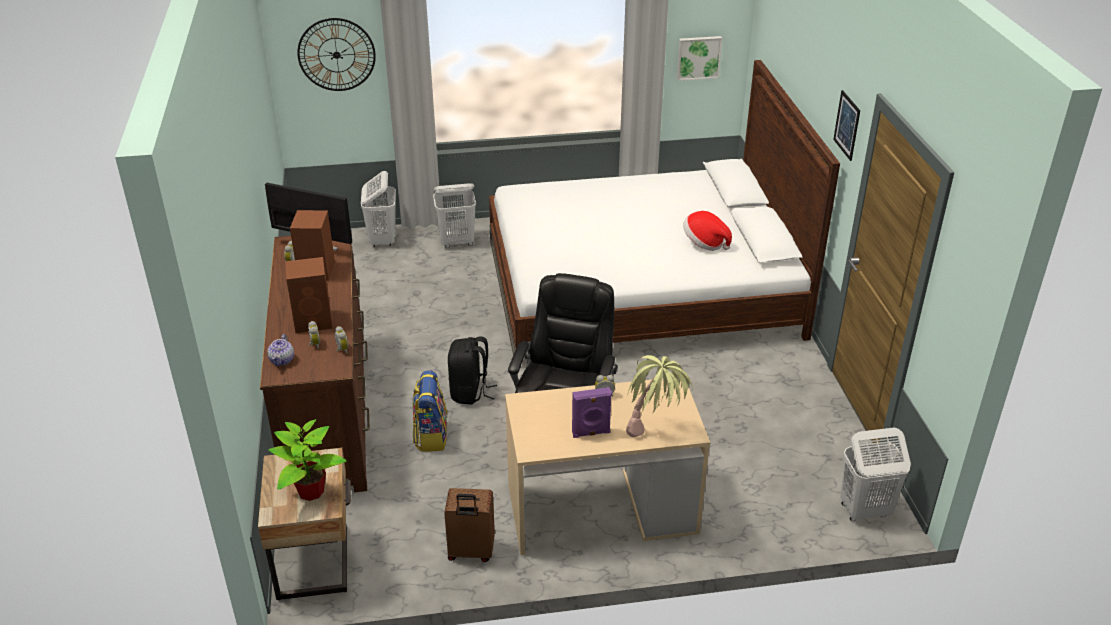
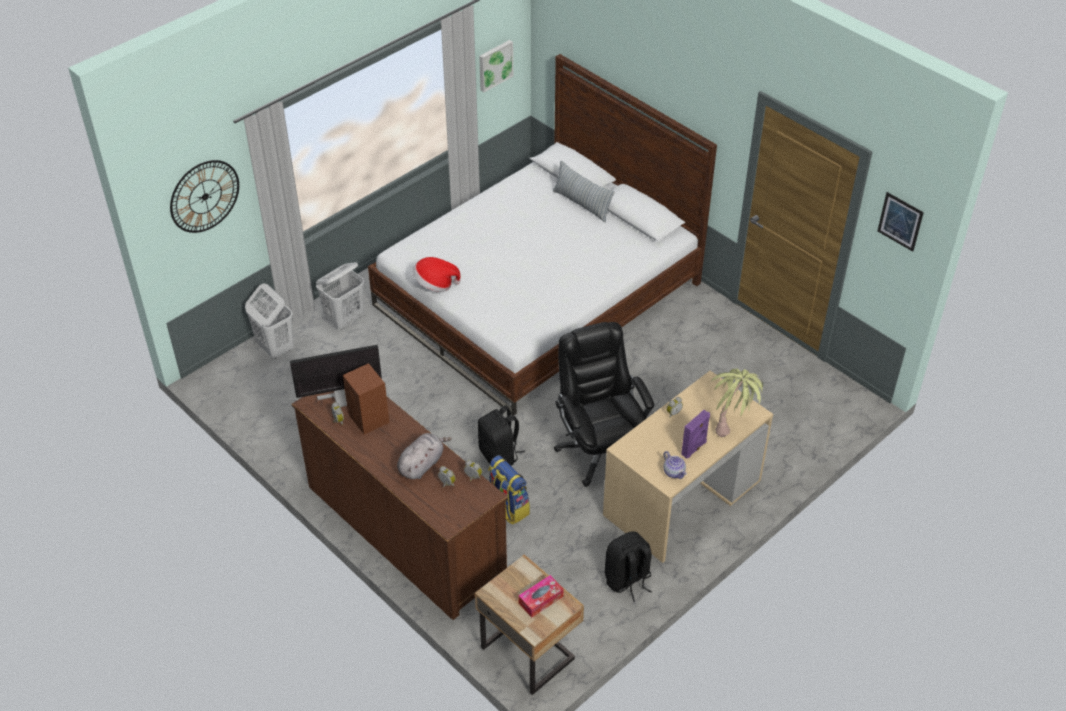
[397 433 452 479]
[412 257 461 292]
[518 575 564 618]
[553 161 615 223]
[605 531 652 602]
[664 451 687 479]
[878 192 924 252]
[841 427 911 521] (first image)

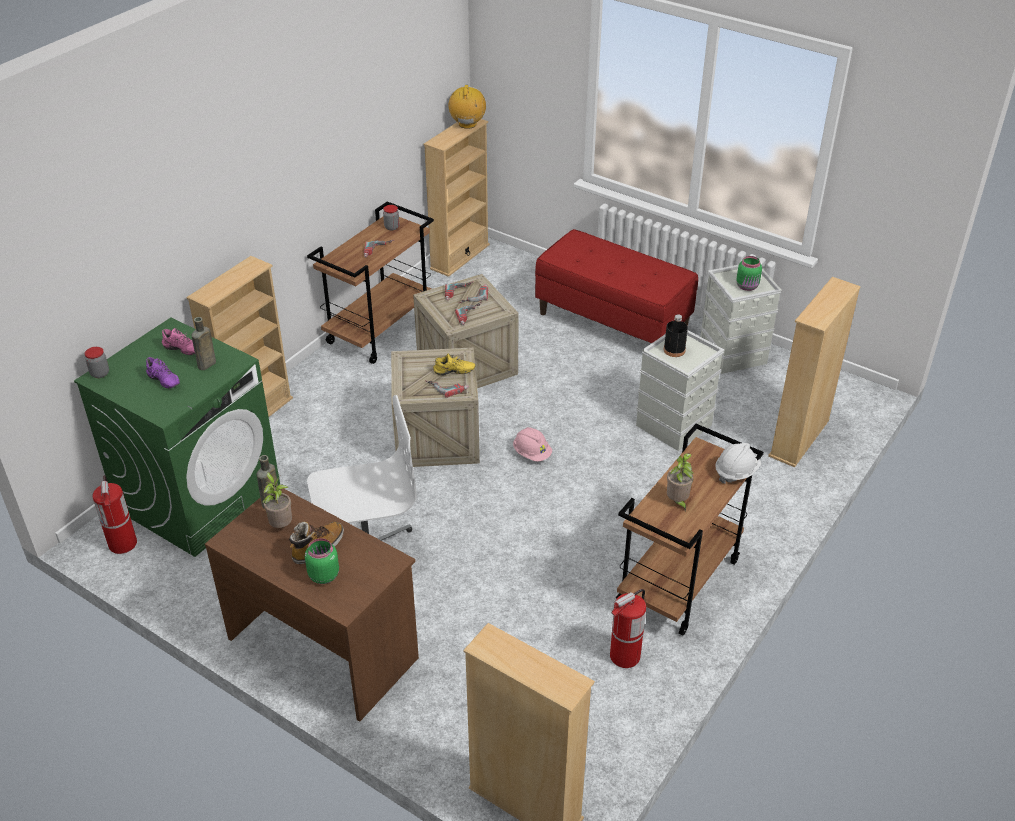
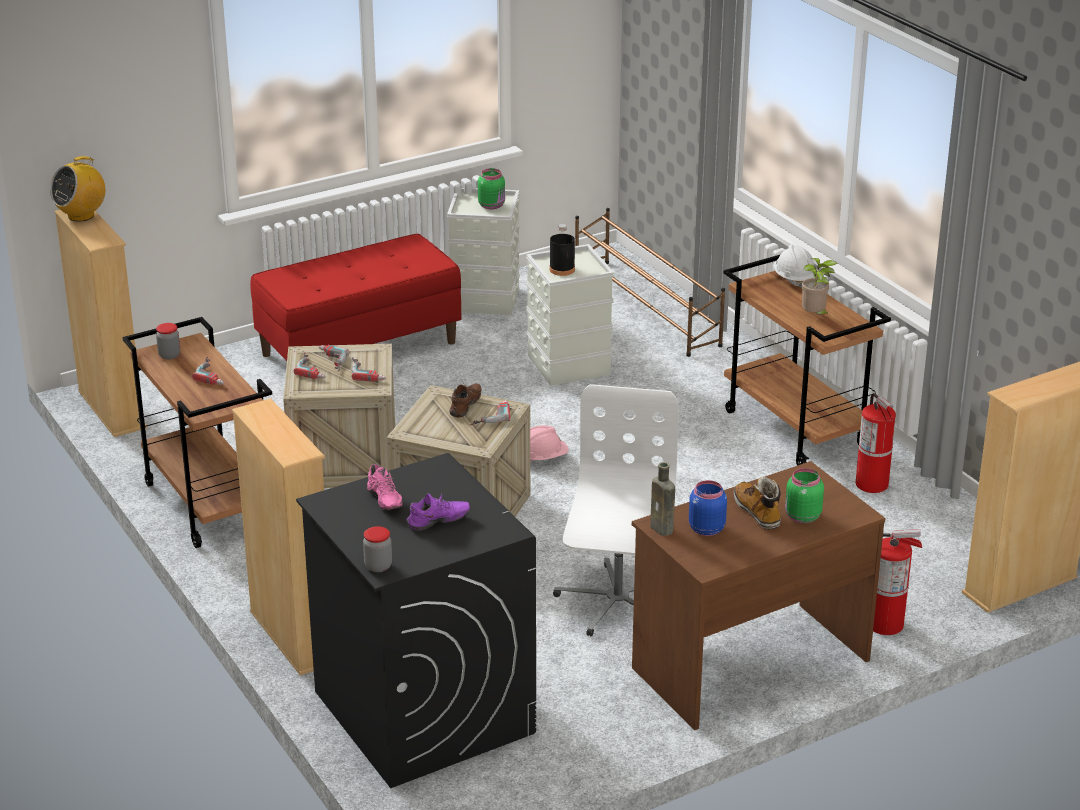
[50 156 105 222]
[296 453 536 788]
[367 464 403 510]
[449 383 482 417]
[575 208 725 357]
[689 480 727 536]
[873 529 922 635]
[192 317 216 370] (first image)

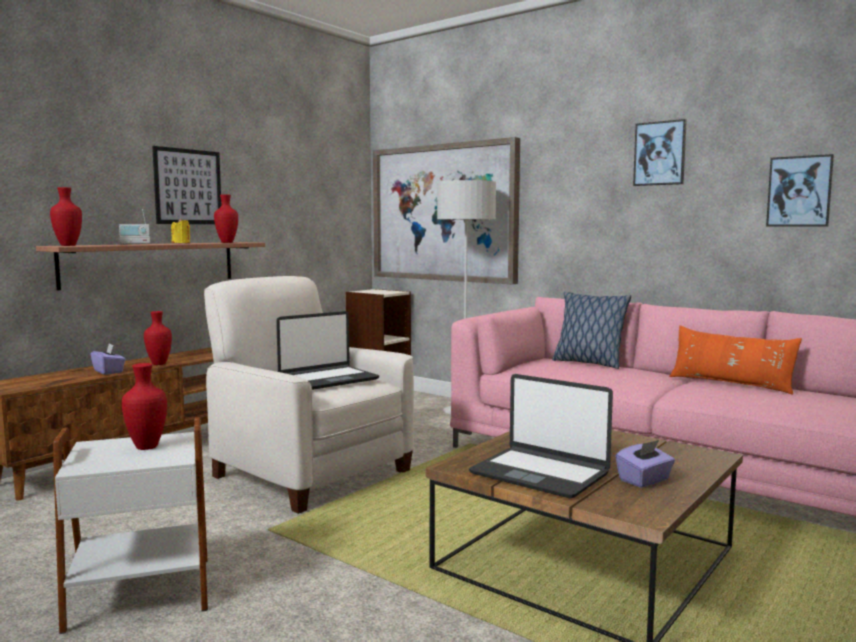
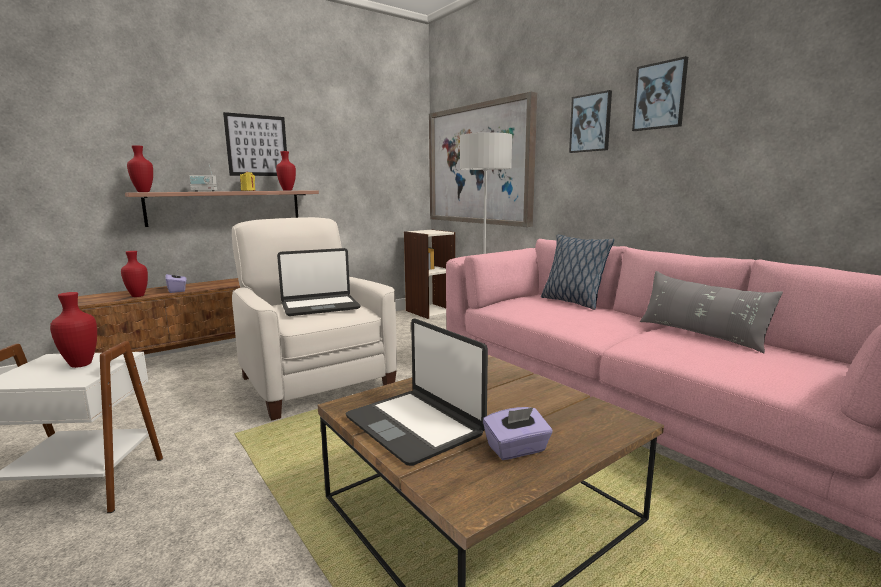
[121 251 148 297]
[569 90 612 153]
[640 271 783 353]

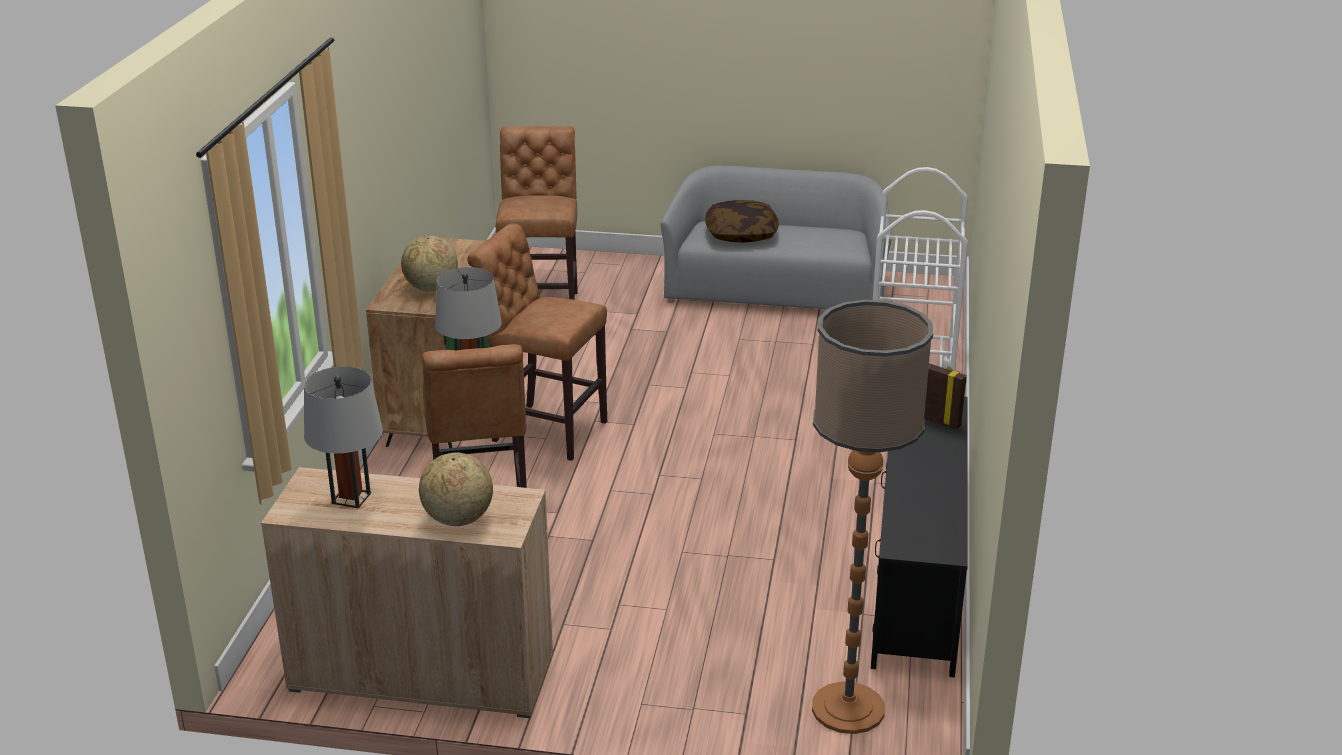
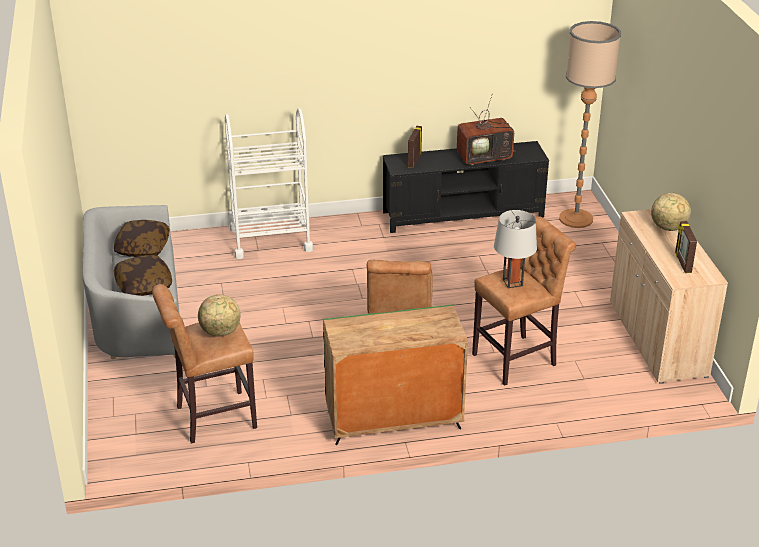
[114 220 170 257]
[198 294 241 337]
[457 94 516 166]
[675 221 697 273]

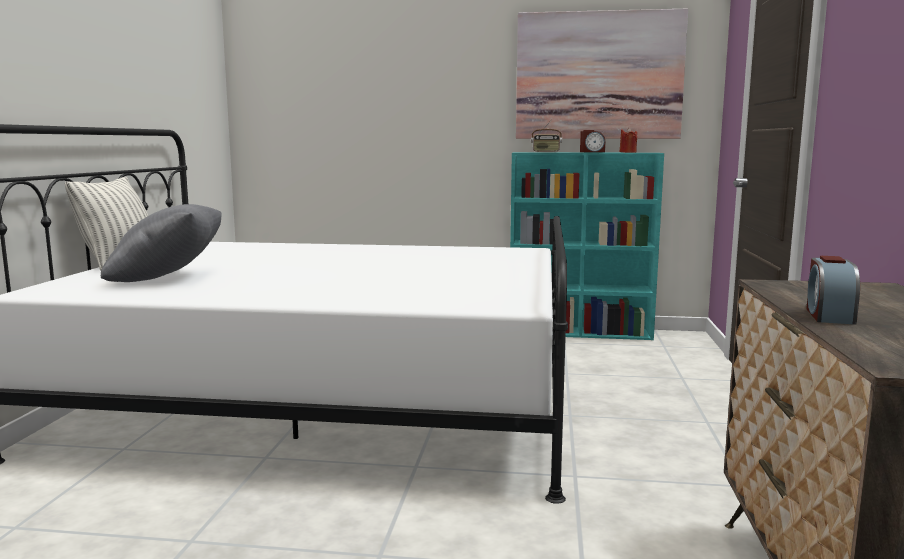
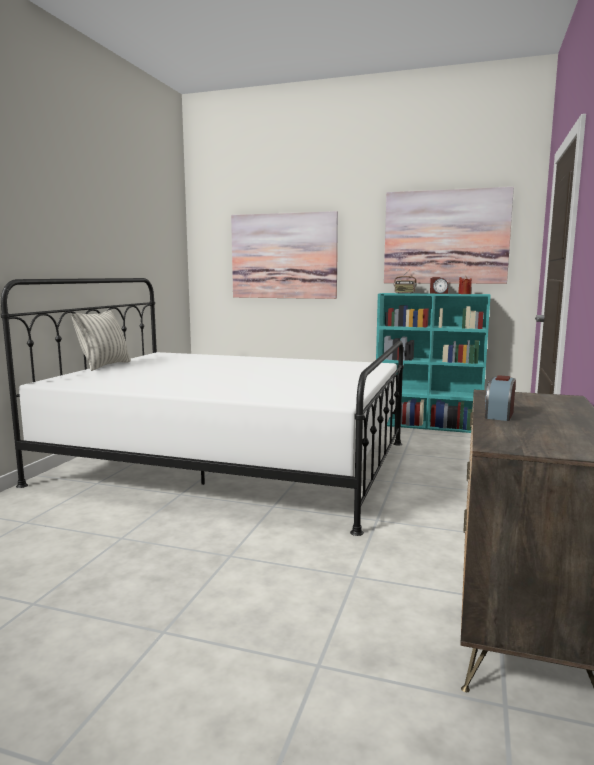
[231 211 338 299]
[101 204 222 282] (first image)

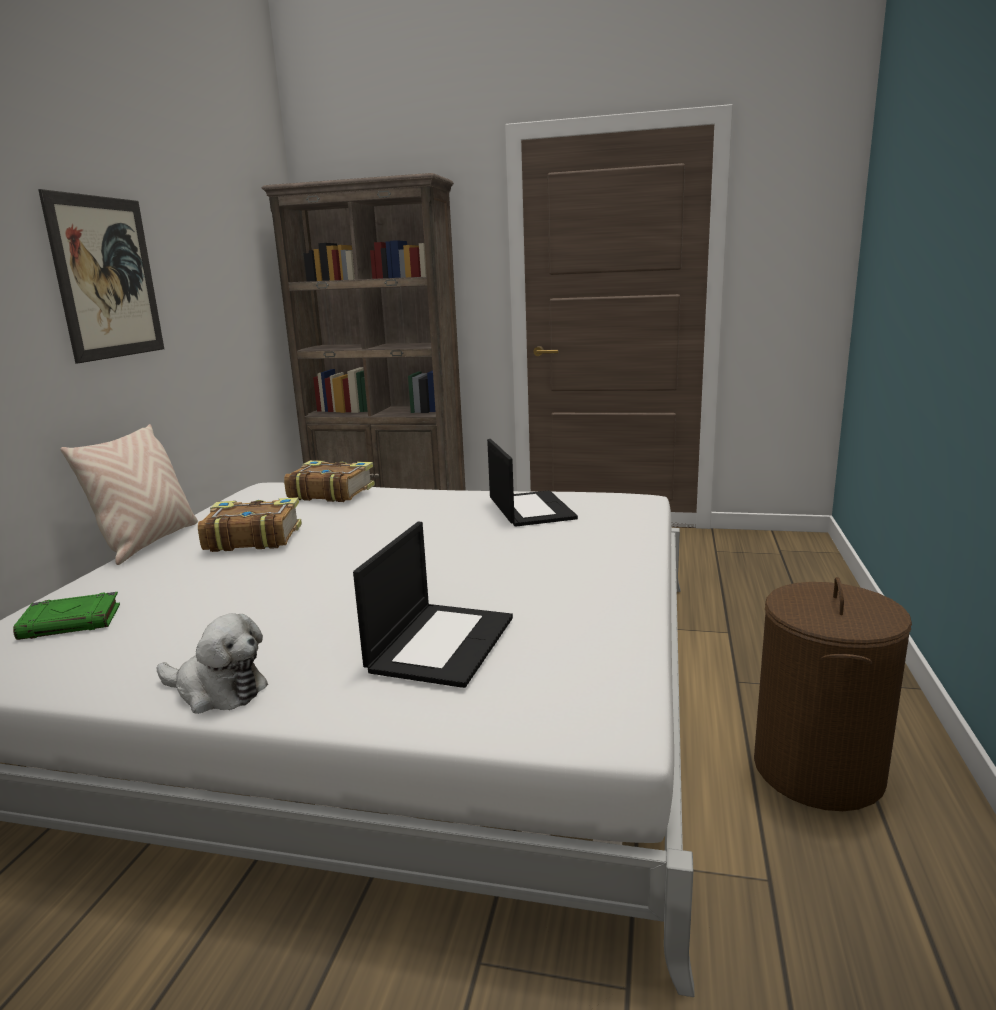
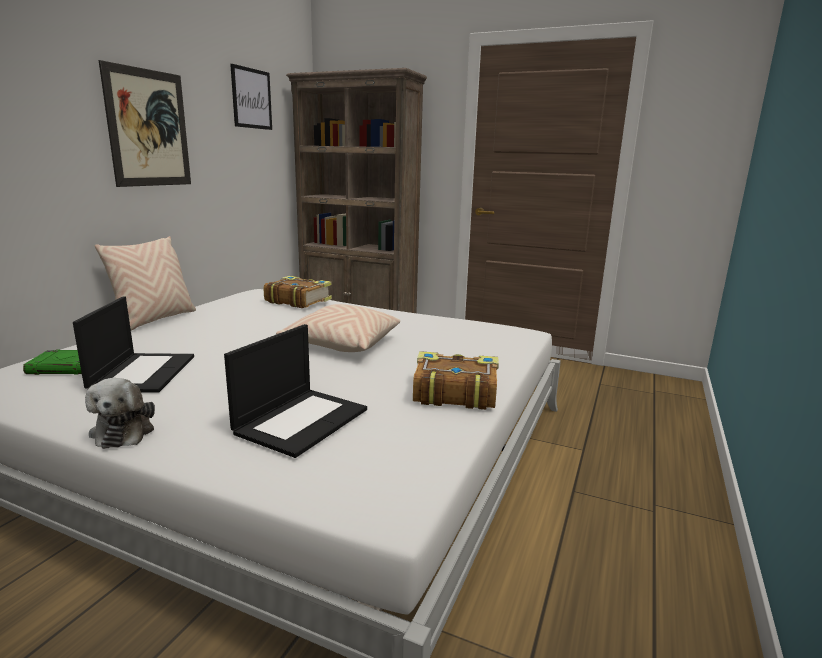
[73 296 194 393]
[85 378 155 449]
[230 64 272 130]
[276 304 400 352]
[413 351 499 410]
[754 577 912 811] (first image)

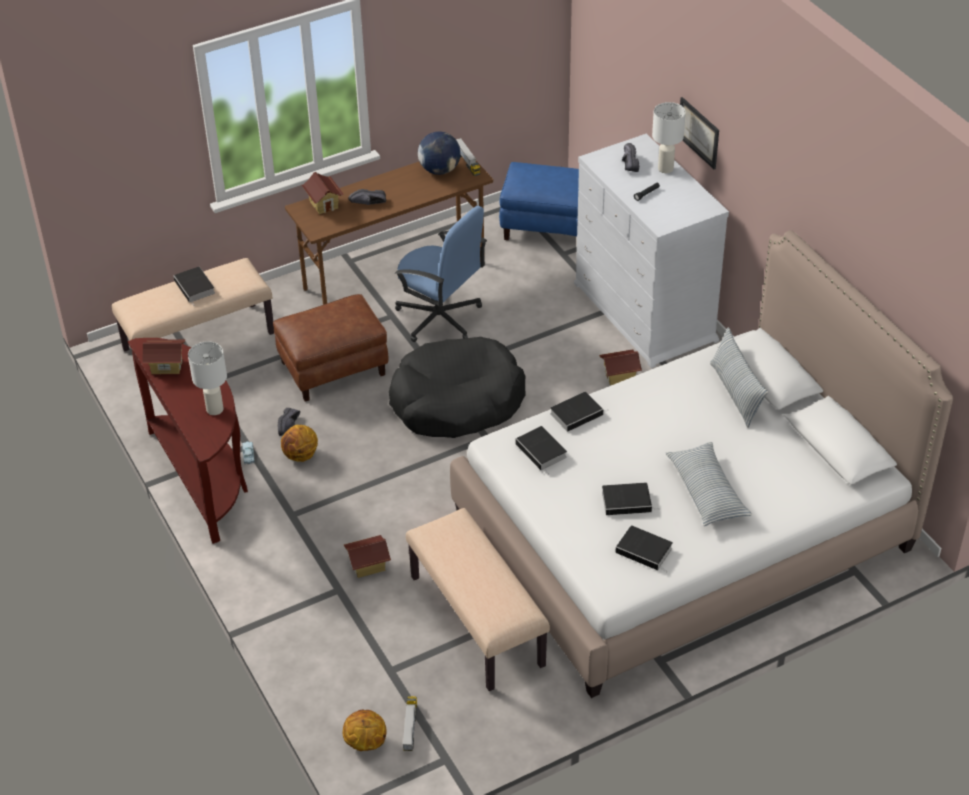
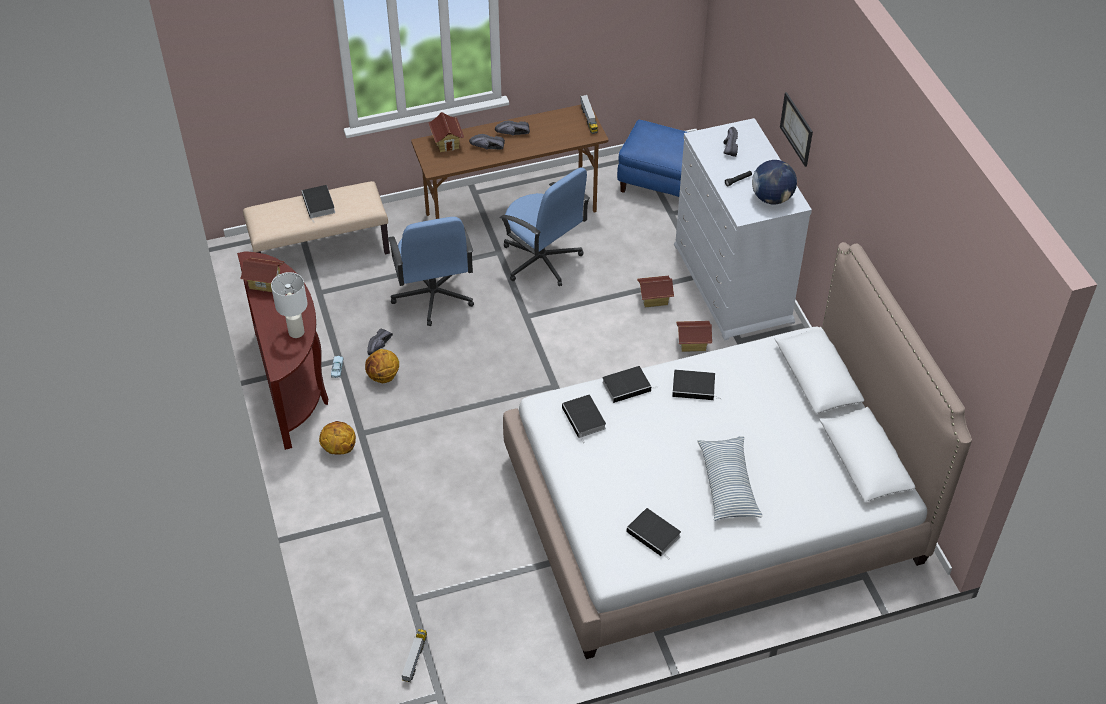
[319 421 356 454]
[388 217 474 326]
[495 120 530 136]
[637 276 674 307]
[672 370 722 400]
[752 160 797 205]
[389 337 526 438] (first image)
[406 508 550 691] (first image)
[652 102 686 173] (first image)
[710 327 768 428] (first image)

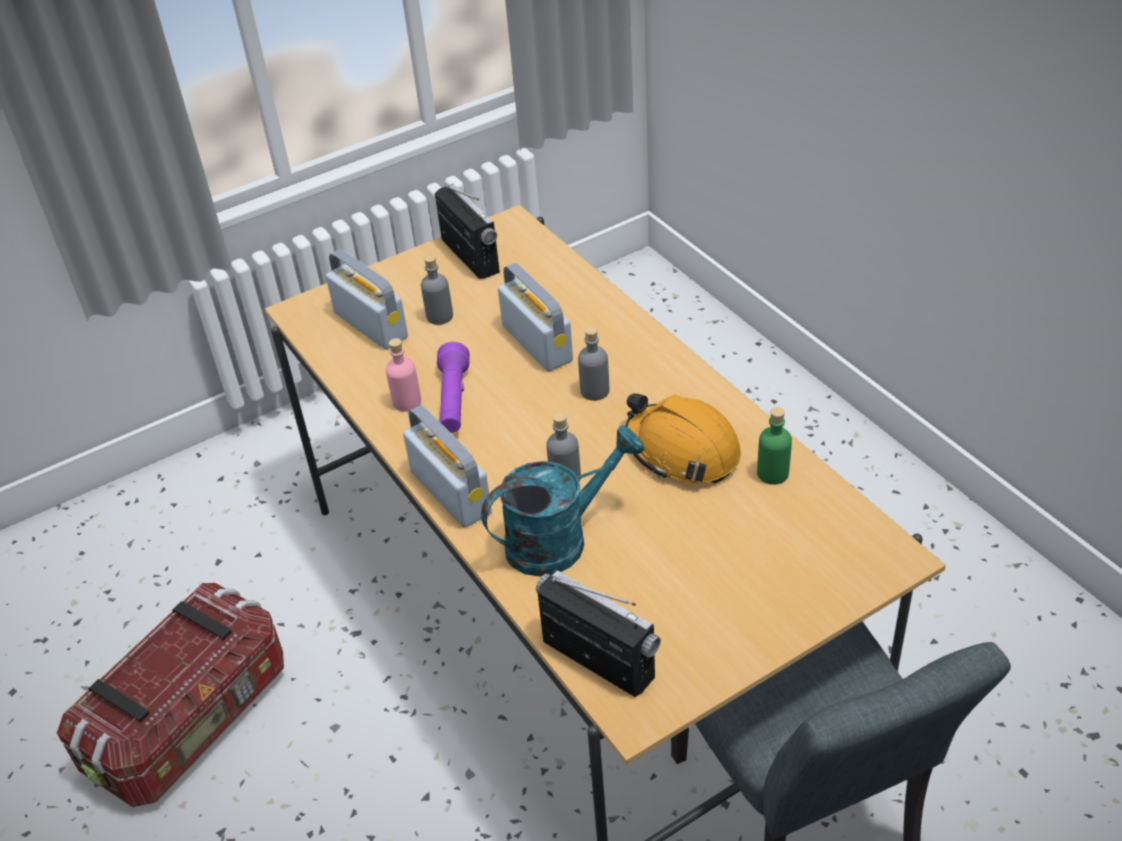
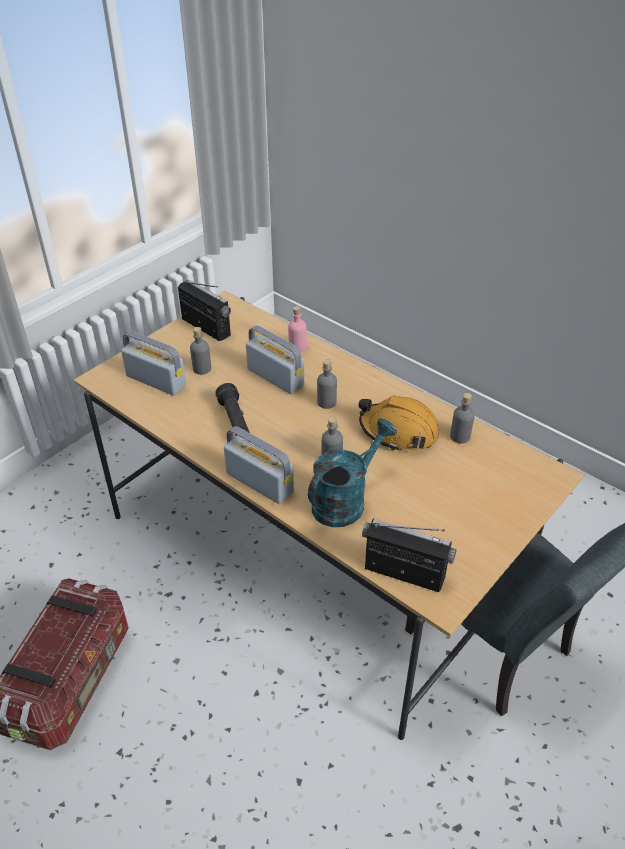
[215 383 250 436]
[288 306 307 352]
[450 393 475 444]

